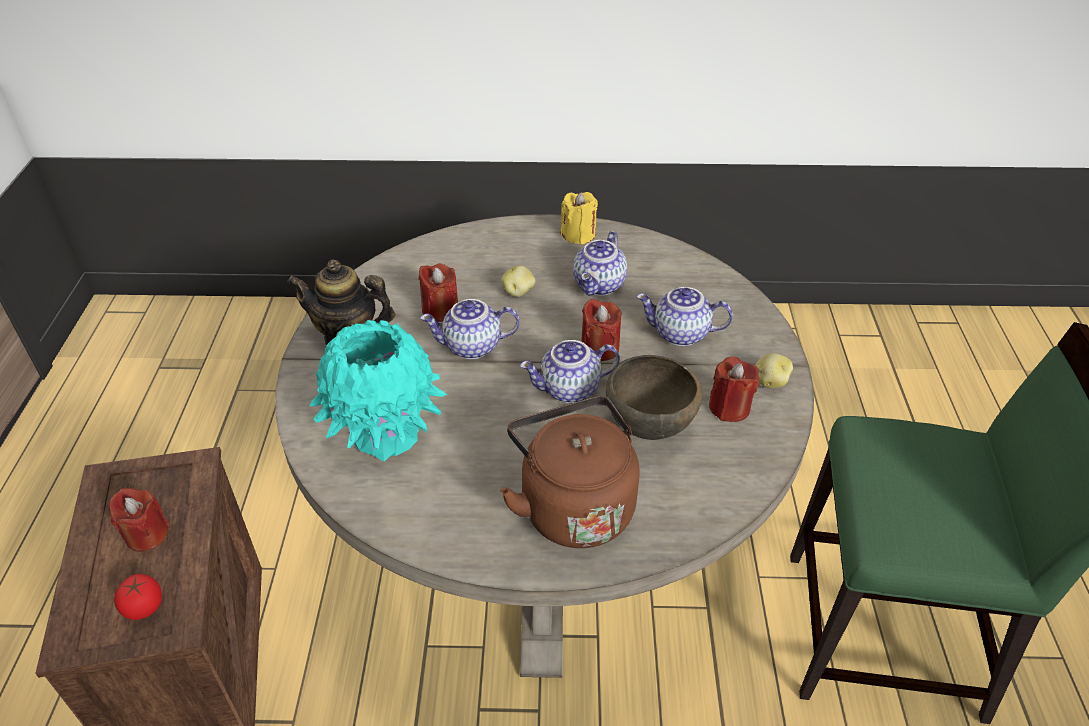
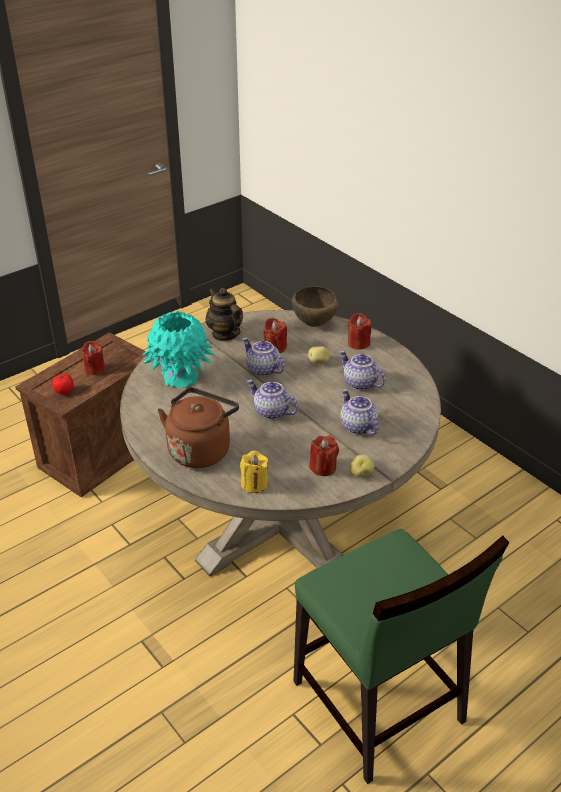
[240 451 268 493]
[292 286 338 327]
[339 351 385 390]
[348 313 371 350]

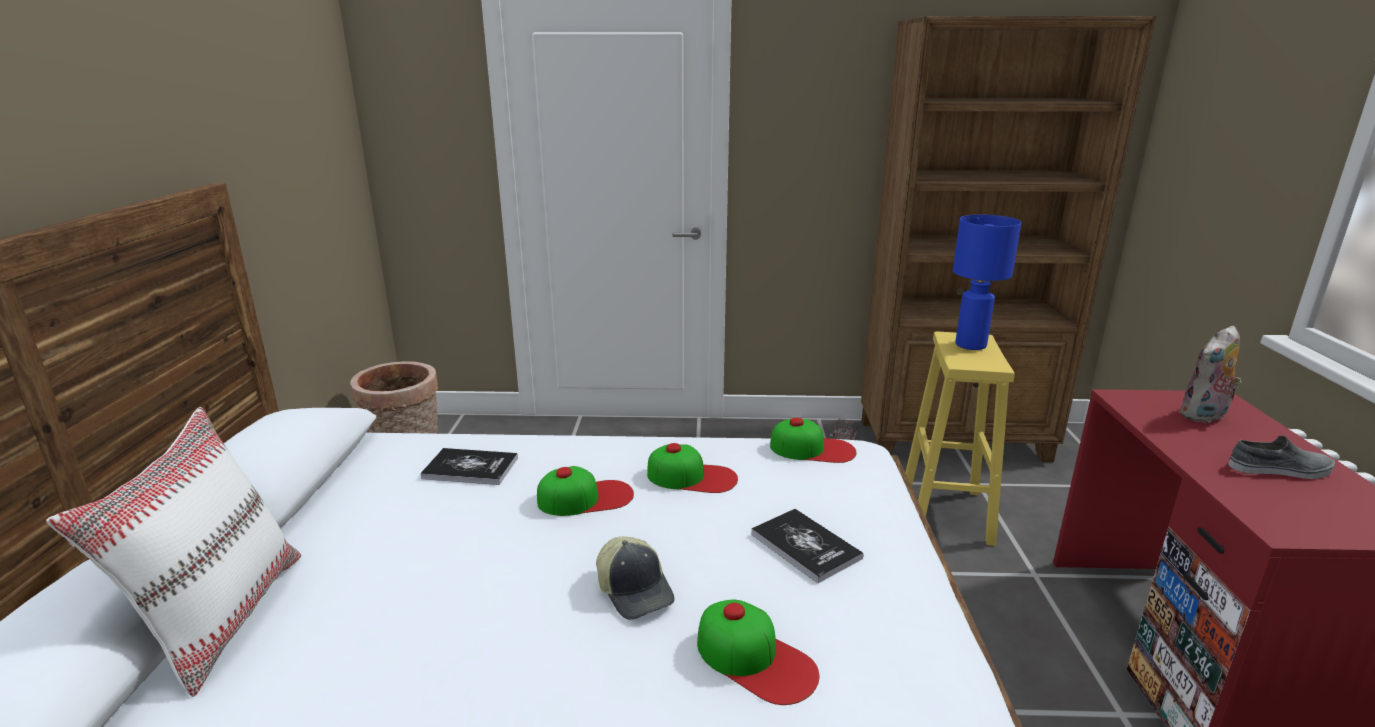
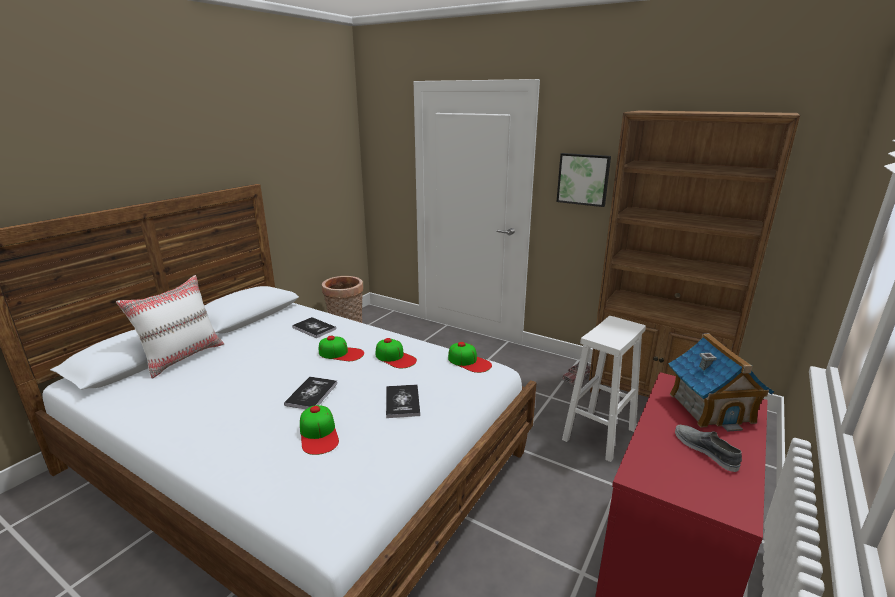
[284 377 337 409]
[557 153 611 207]
[562 316 646 462]
[668 333 774 432]
[675 425 742 472]
[953 215 1021 350] (first image)

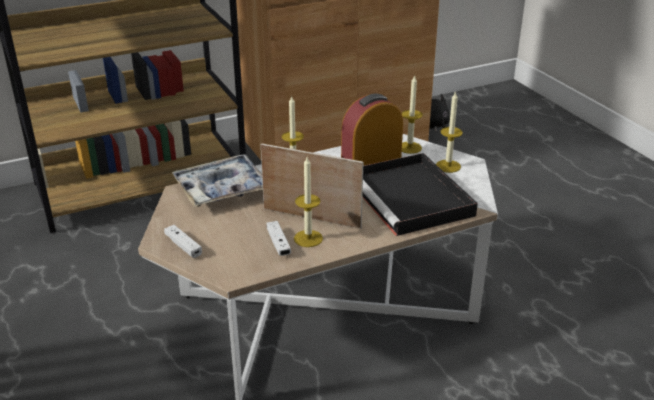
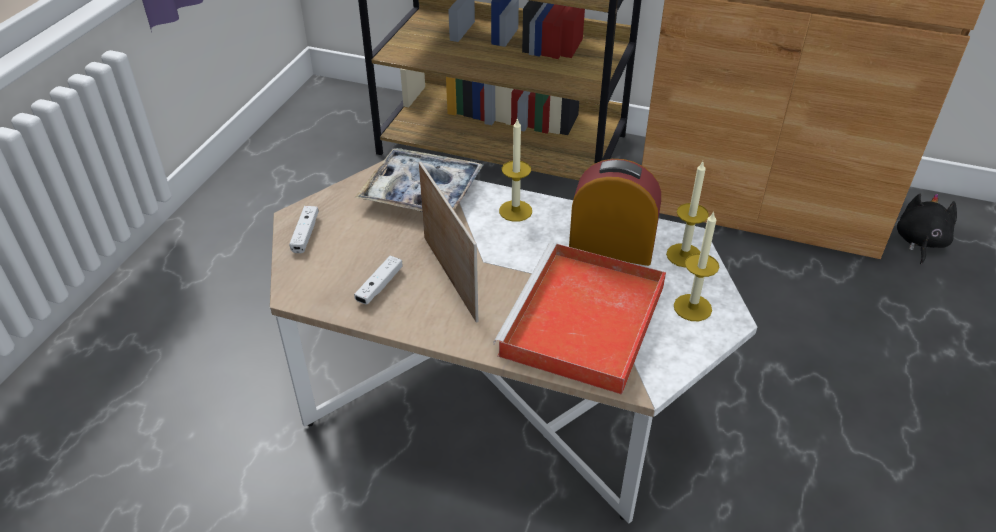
[493 243 666 395]
[294 157 323 247] (first image)

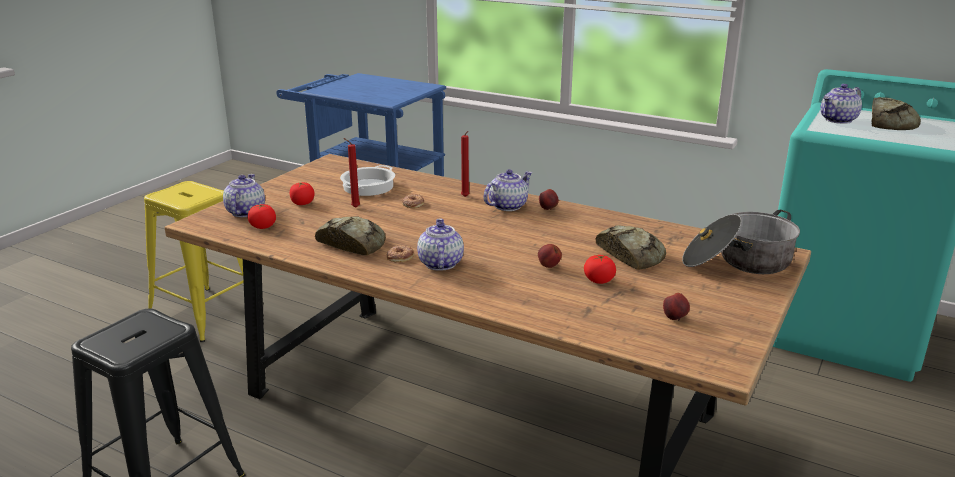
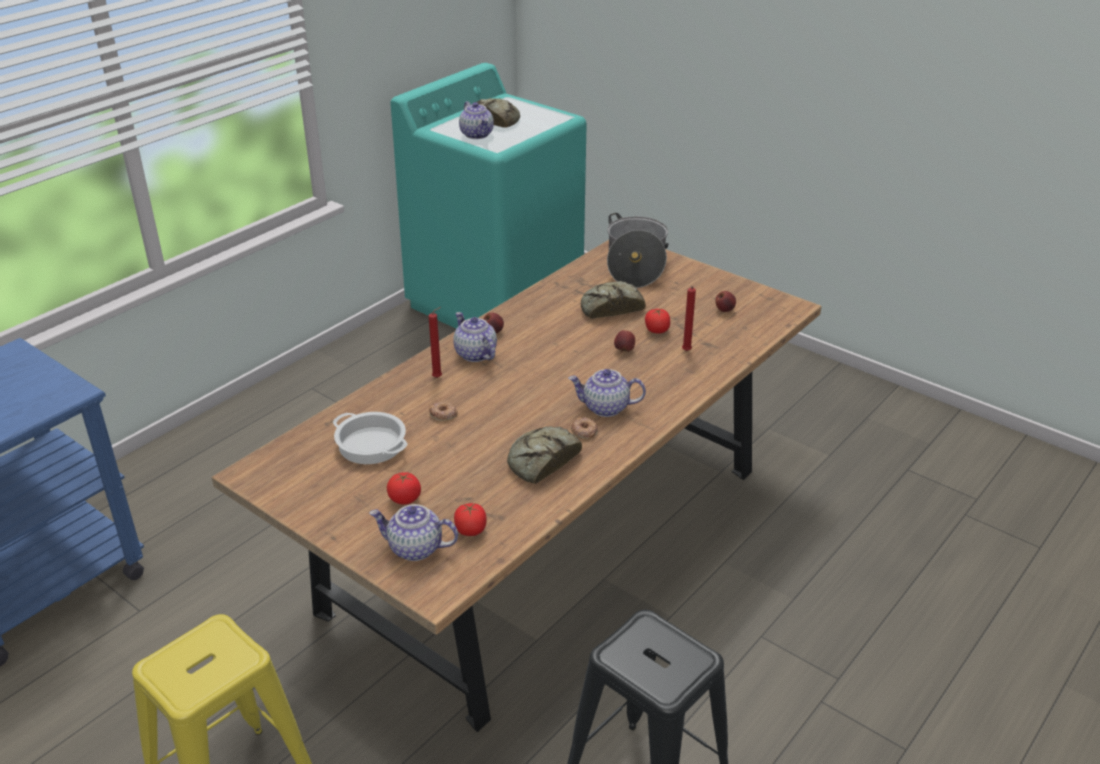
[682 286 696 351]

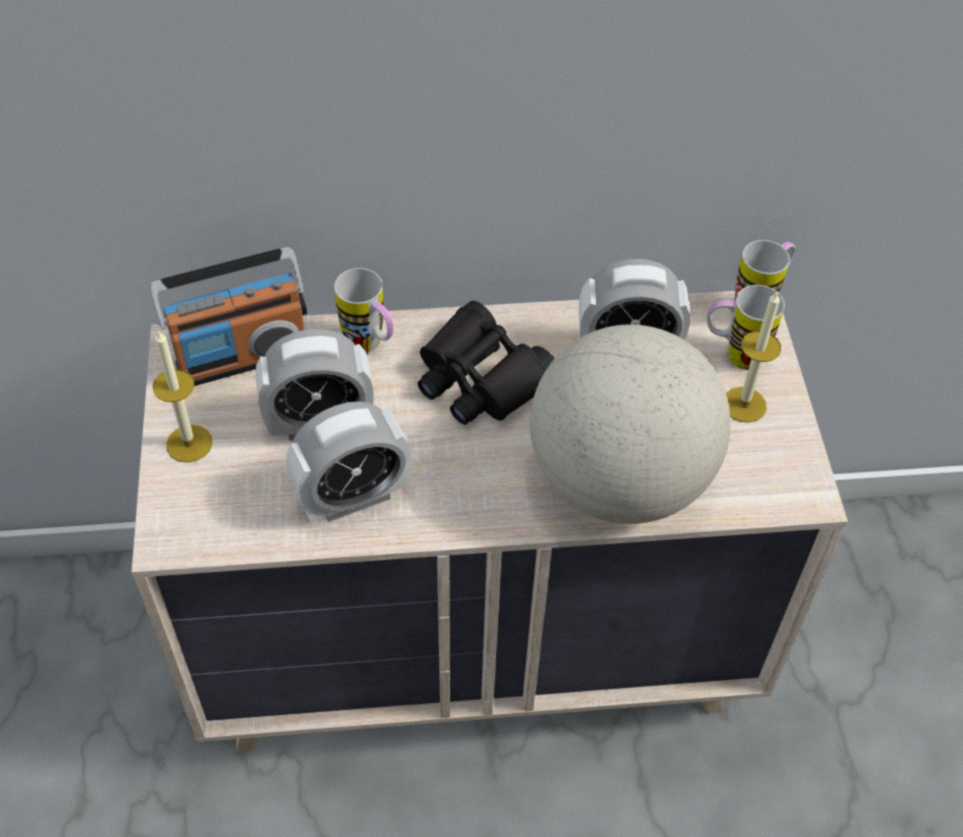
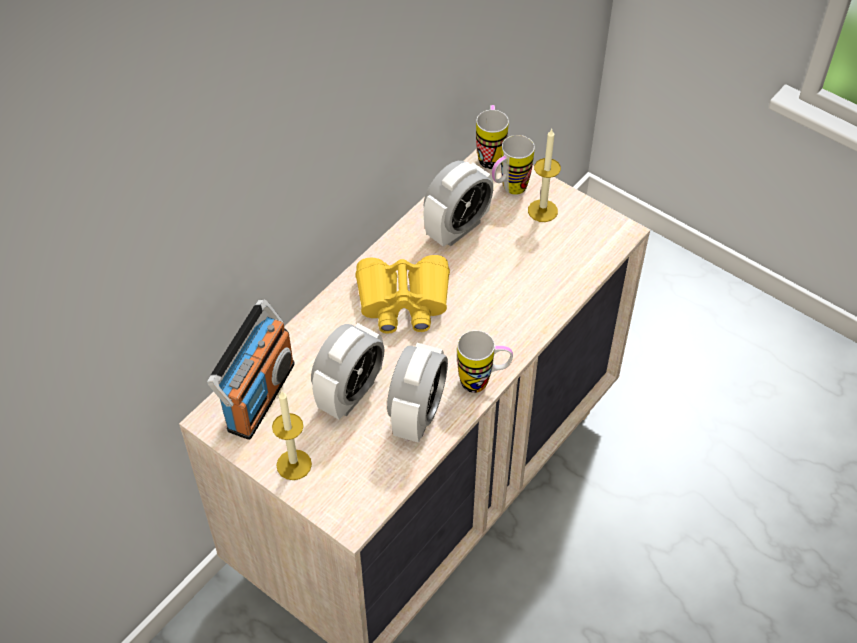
[355 255 450 334]
[457 330 513 393]
[530 324 731 524] (first image)

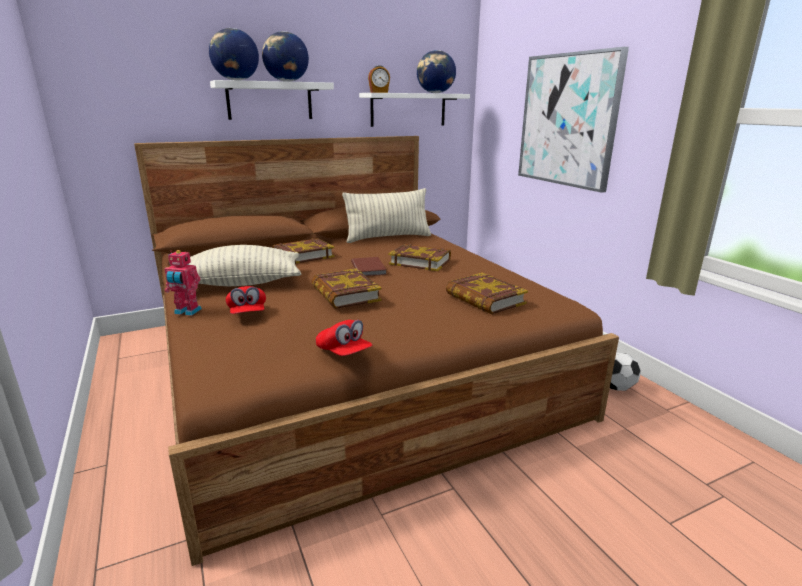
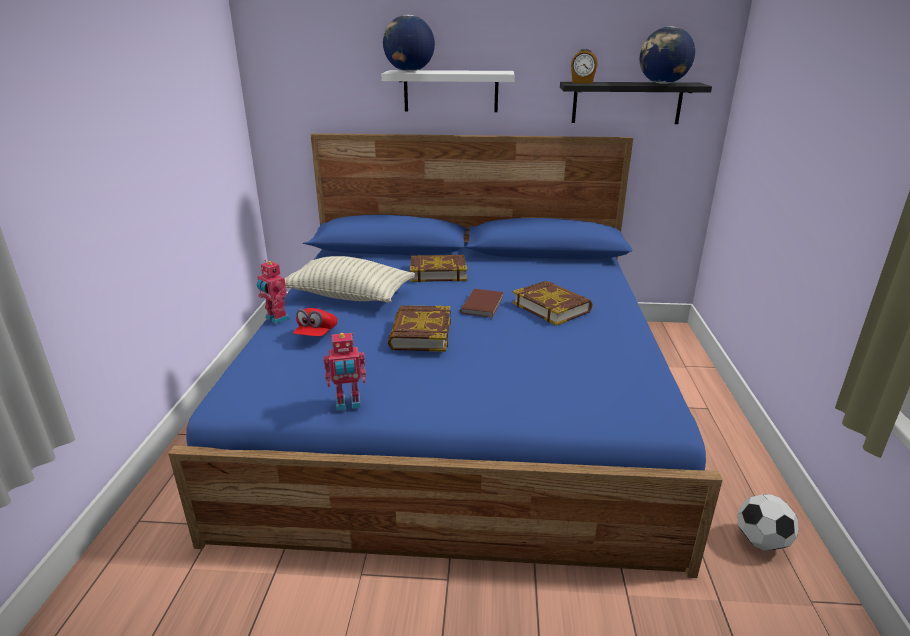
[168 133 723 578]
[323 333 366 411]
[560 82 712 124]
[262 31 309 82] (first image)
[342 188 431 243] (first image)
[446 273 528 314] (first image)
[518 47 629 193] (first image)

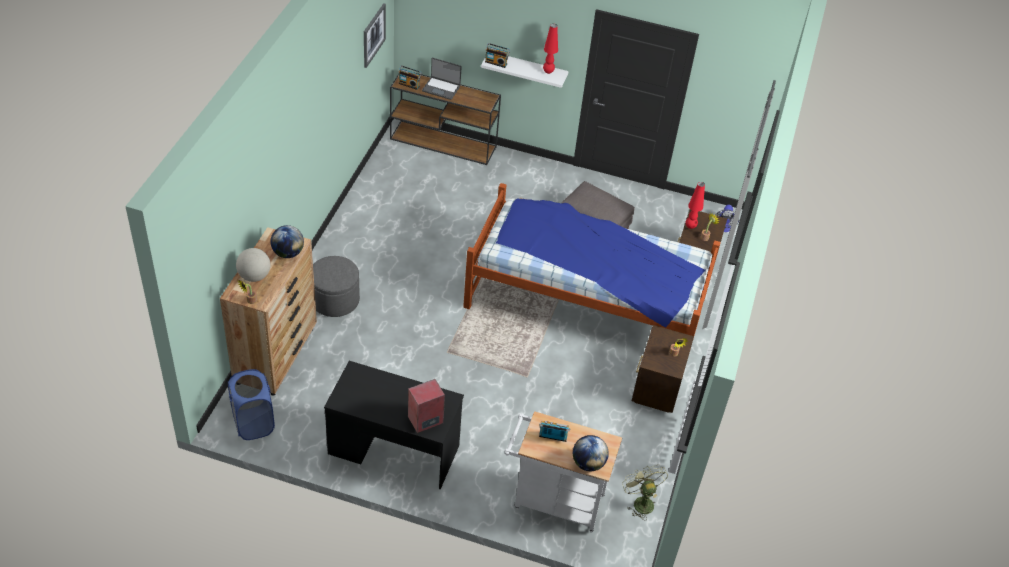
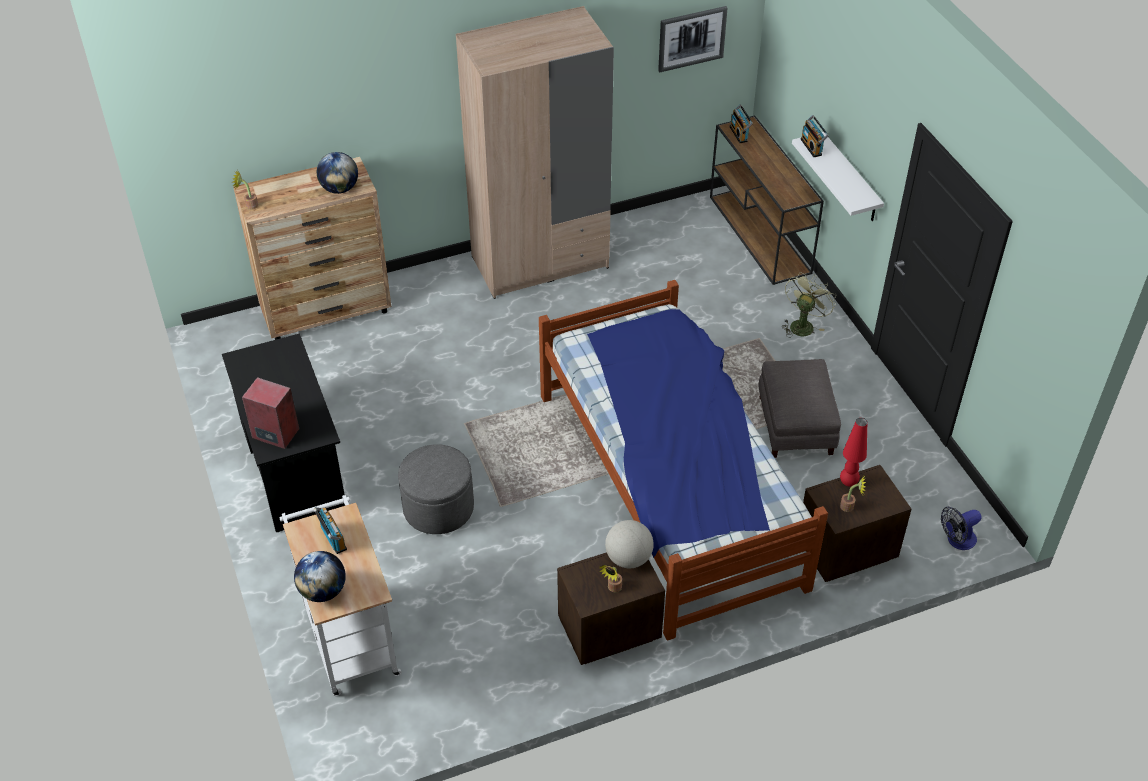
[398 444 474 534]
[456 6 614 299]
[605 520 654 568]
[782 272 836 338]
[228 369 275 440] (first image)
[422 58 461 100] (first image)
[543 24 558 74] (first image)

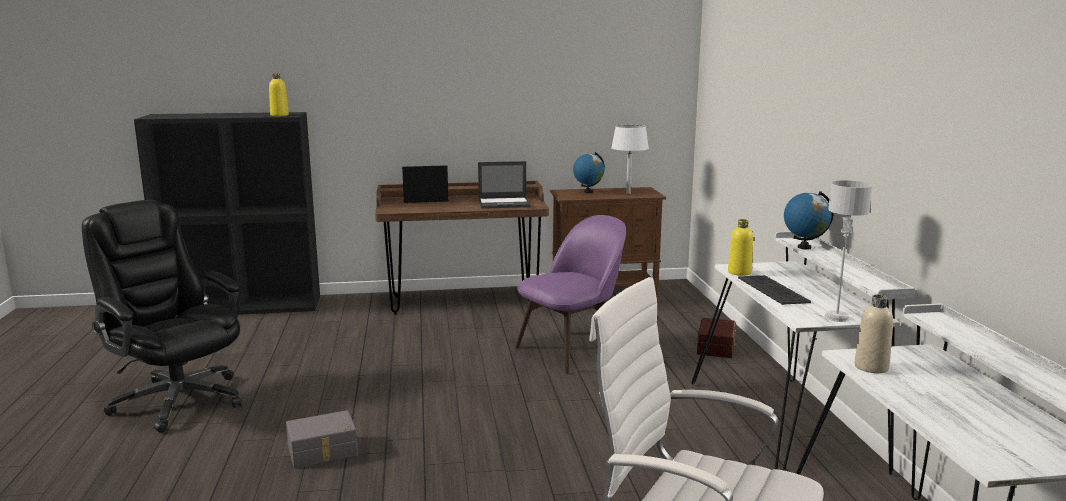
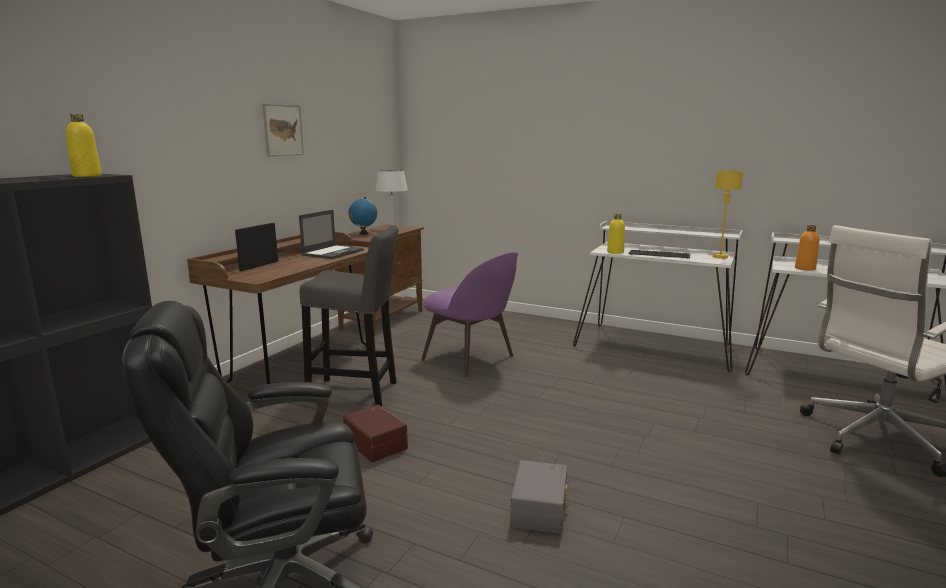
[262 104 304 156]
[300 225 398 407]
[343 405 408 462]
[421 252 518 377]
[712 170 743 259]
[795 225 820 271]
[784 191 834 250] (first image)

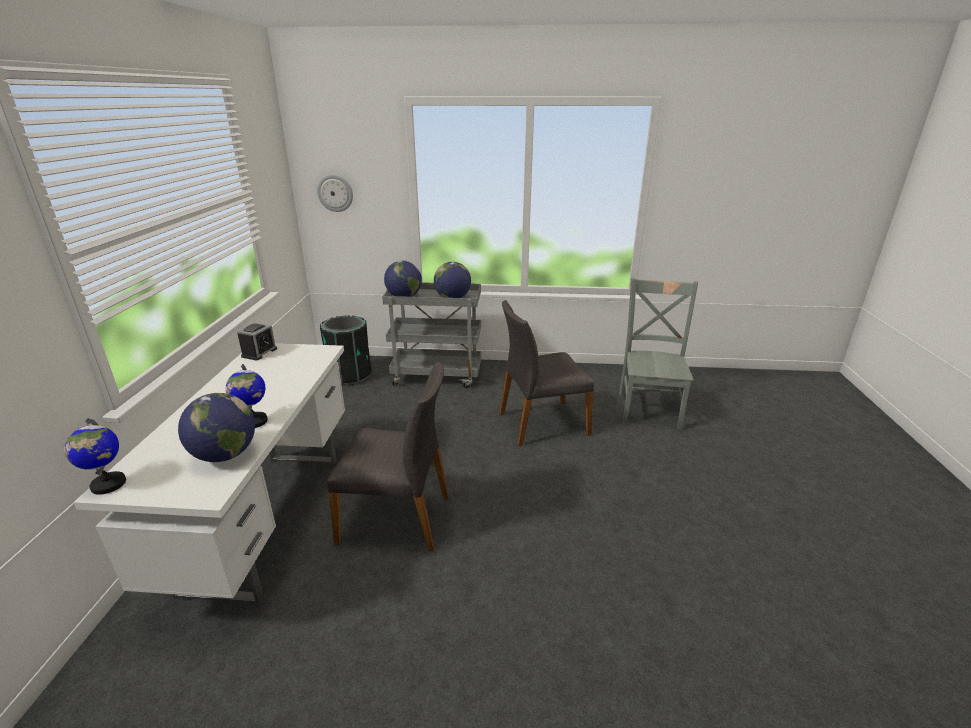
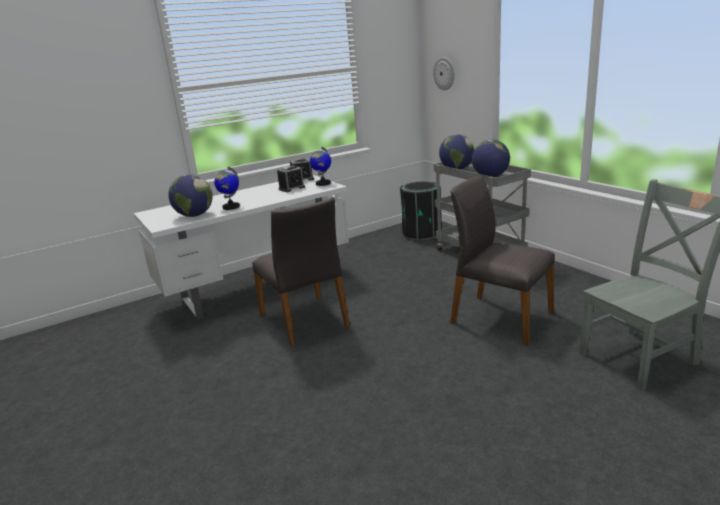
[277 166 305 192]
[310 147 331 186]

